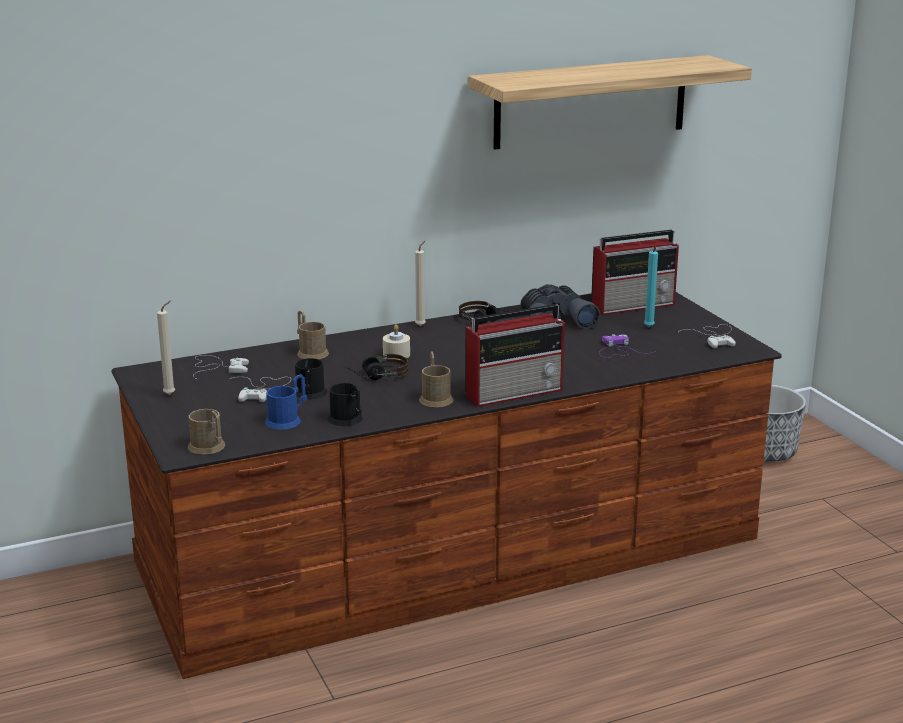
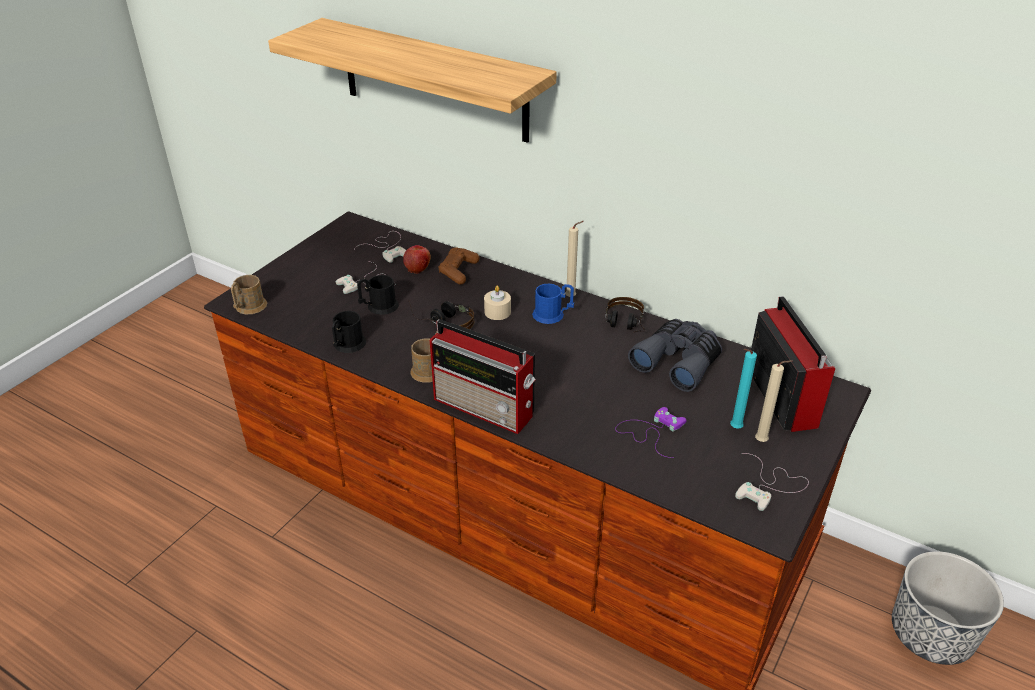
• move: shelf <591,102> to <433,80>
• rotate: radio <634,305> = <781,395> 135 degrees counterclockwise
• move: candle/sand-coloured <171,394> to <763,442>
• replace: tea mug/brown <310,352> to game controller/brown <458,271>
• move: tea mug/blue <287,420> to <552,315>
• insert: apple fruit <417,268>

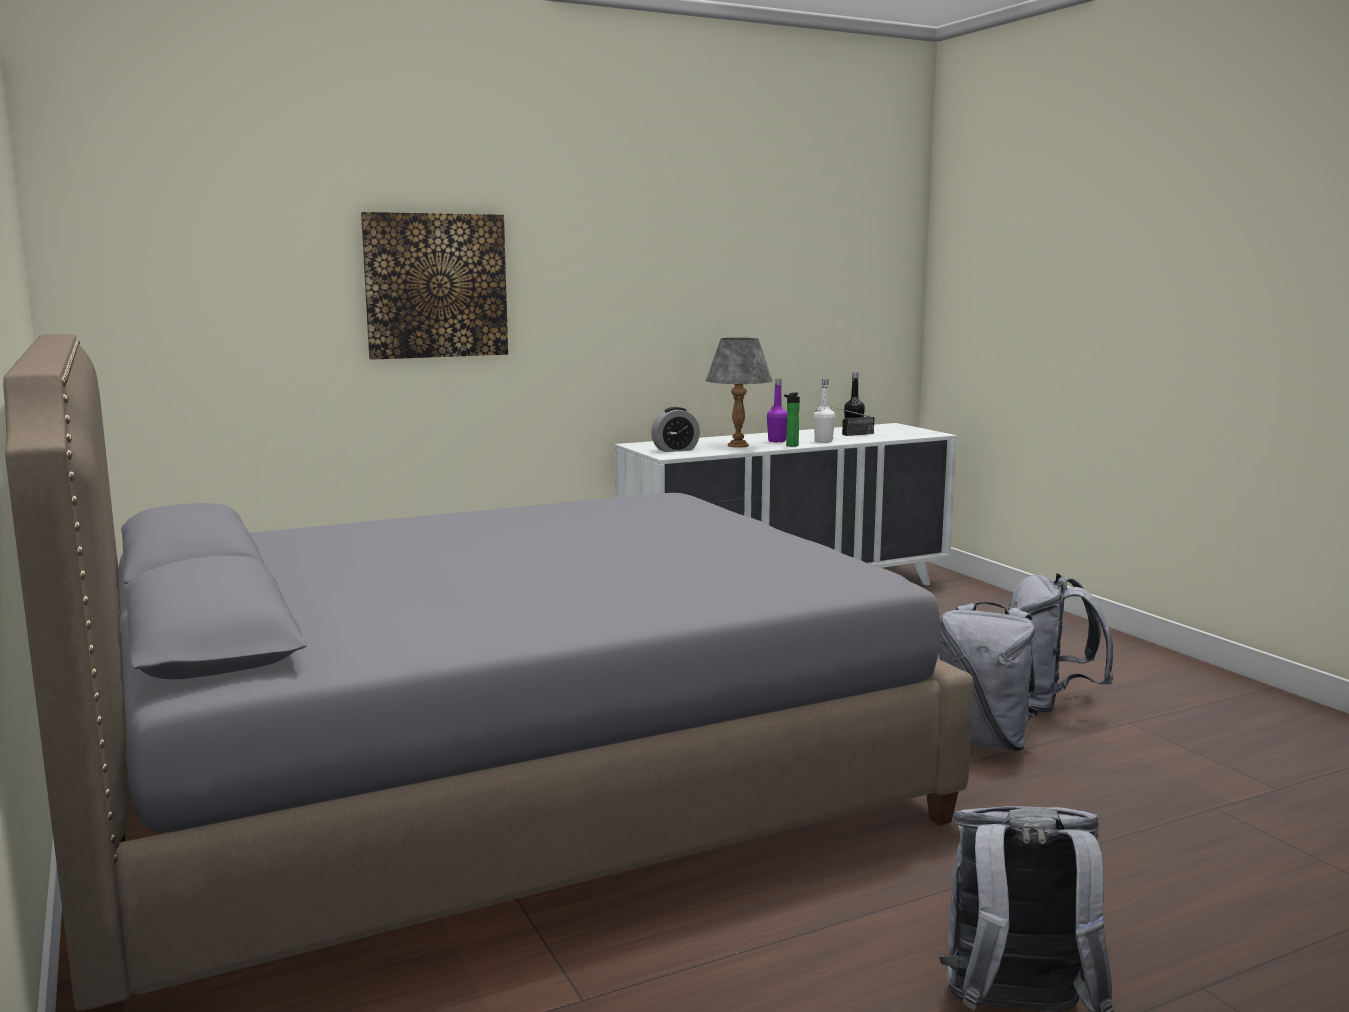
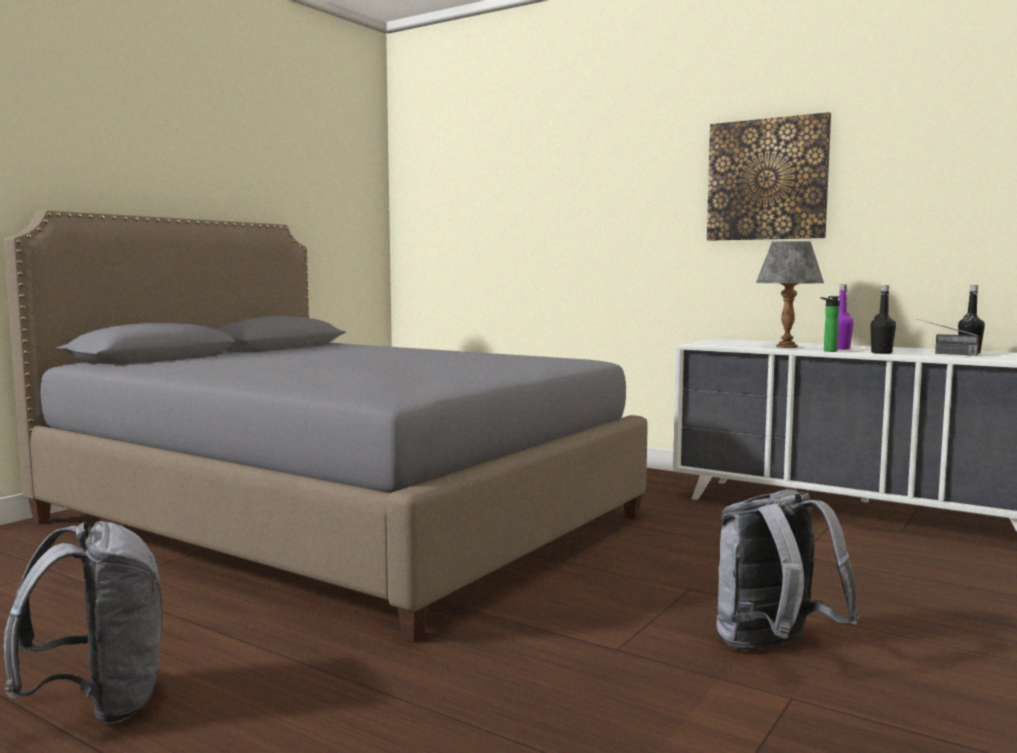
• move: picture <436,285> to <767,179>
• recolor: beverage bottle/white-coloured <823,441> to beverage bottle/black <881,353>
• delete: alarm clock <675,450>
• delete: knapsack/grey <983,741>

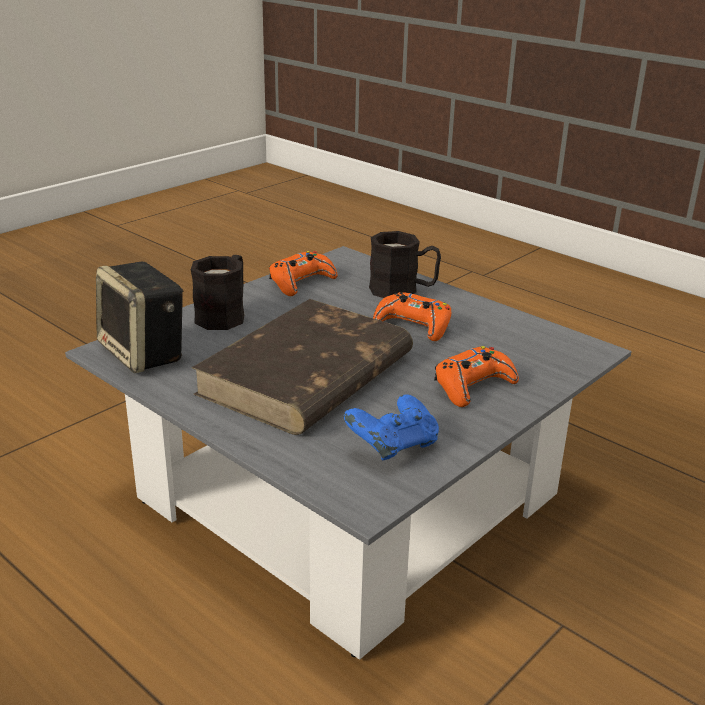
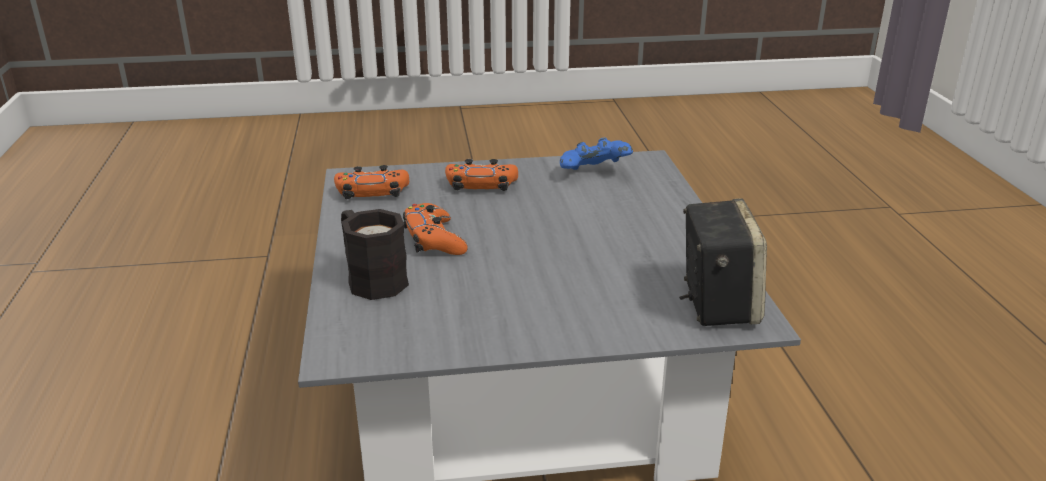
• move: game controller/orangey <301,282> to <372,192>
• delete: tea mug/black <225,314>
• delete: book/brown <306,375>

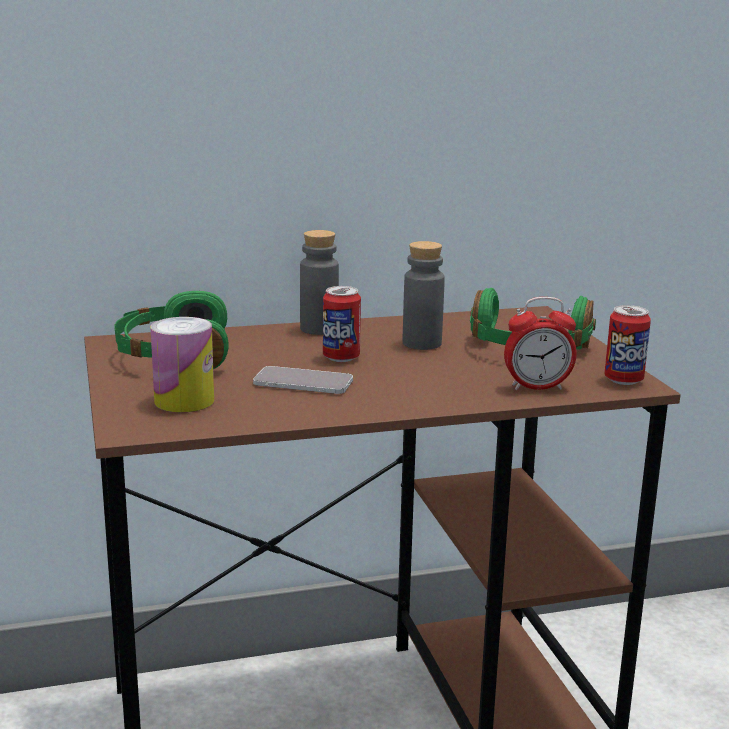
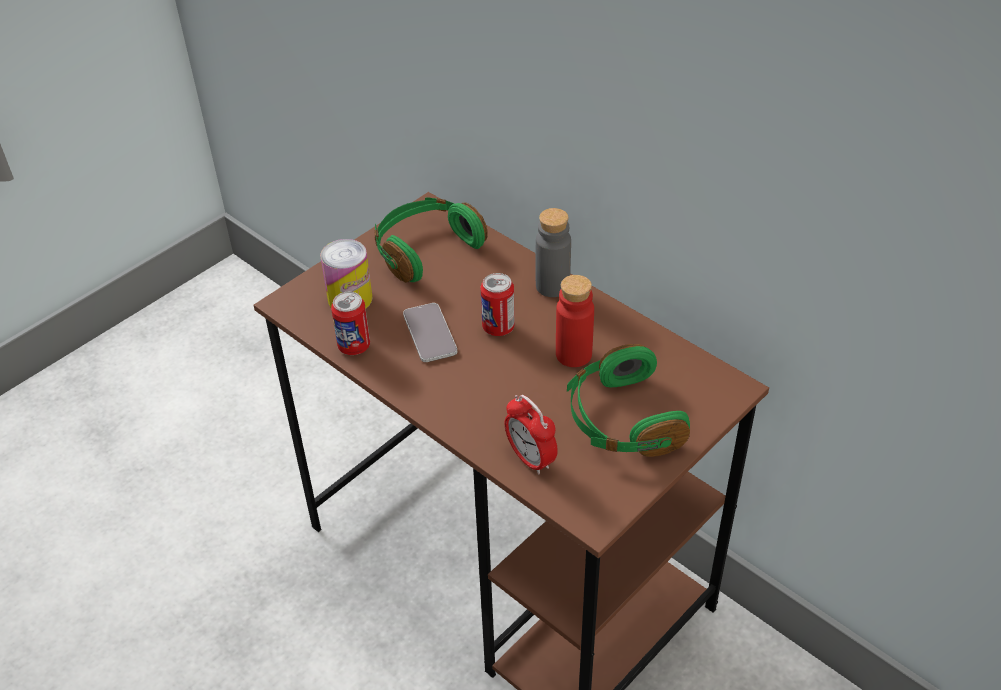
• recolor: beverage bottle/grey <422,343> to beverage bottle/red <573,354>
• move: metal can <623,380> to <354,346>

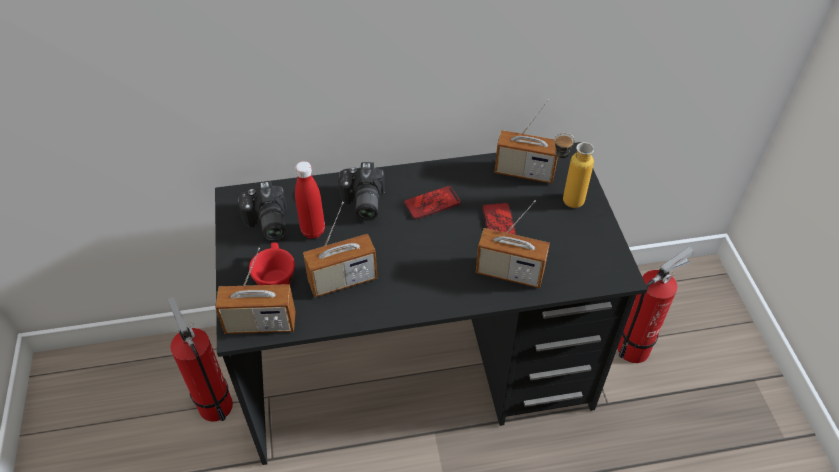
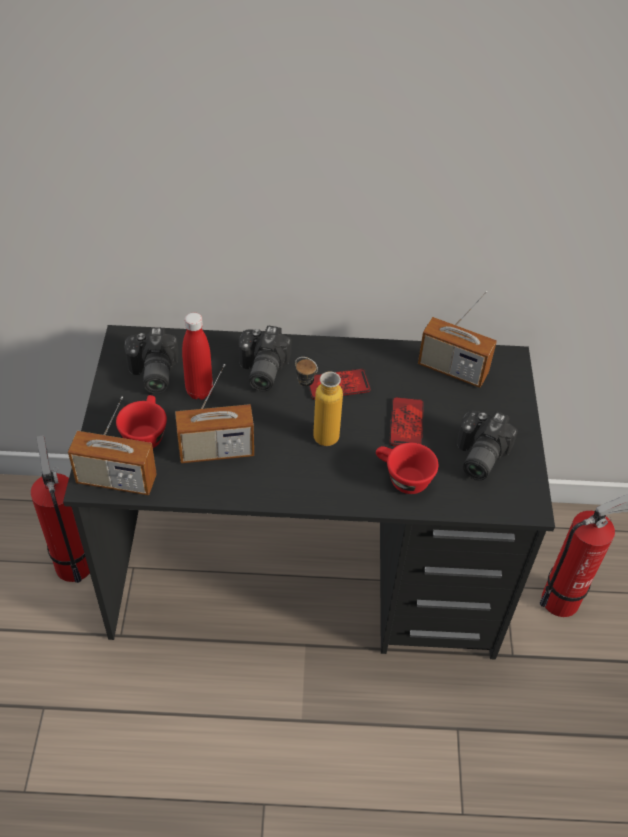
• move: beverage bottle <564,200> to <315,434>
• replace: radio <509,273> to cup/red <402,478>
• insert: photo camera <477,455>

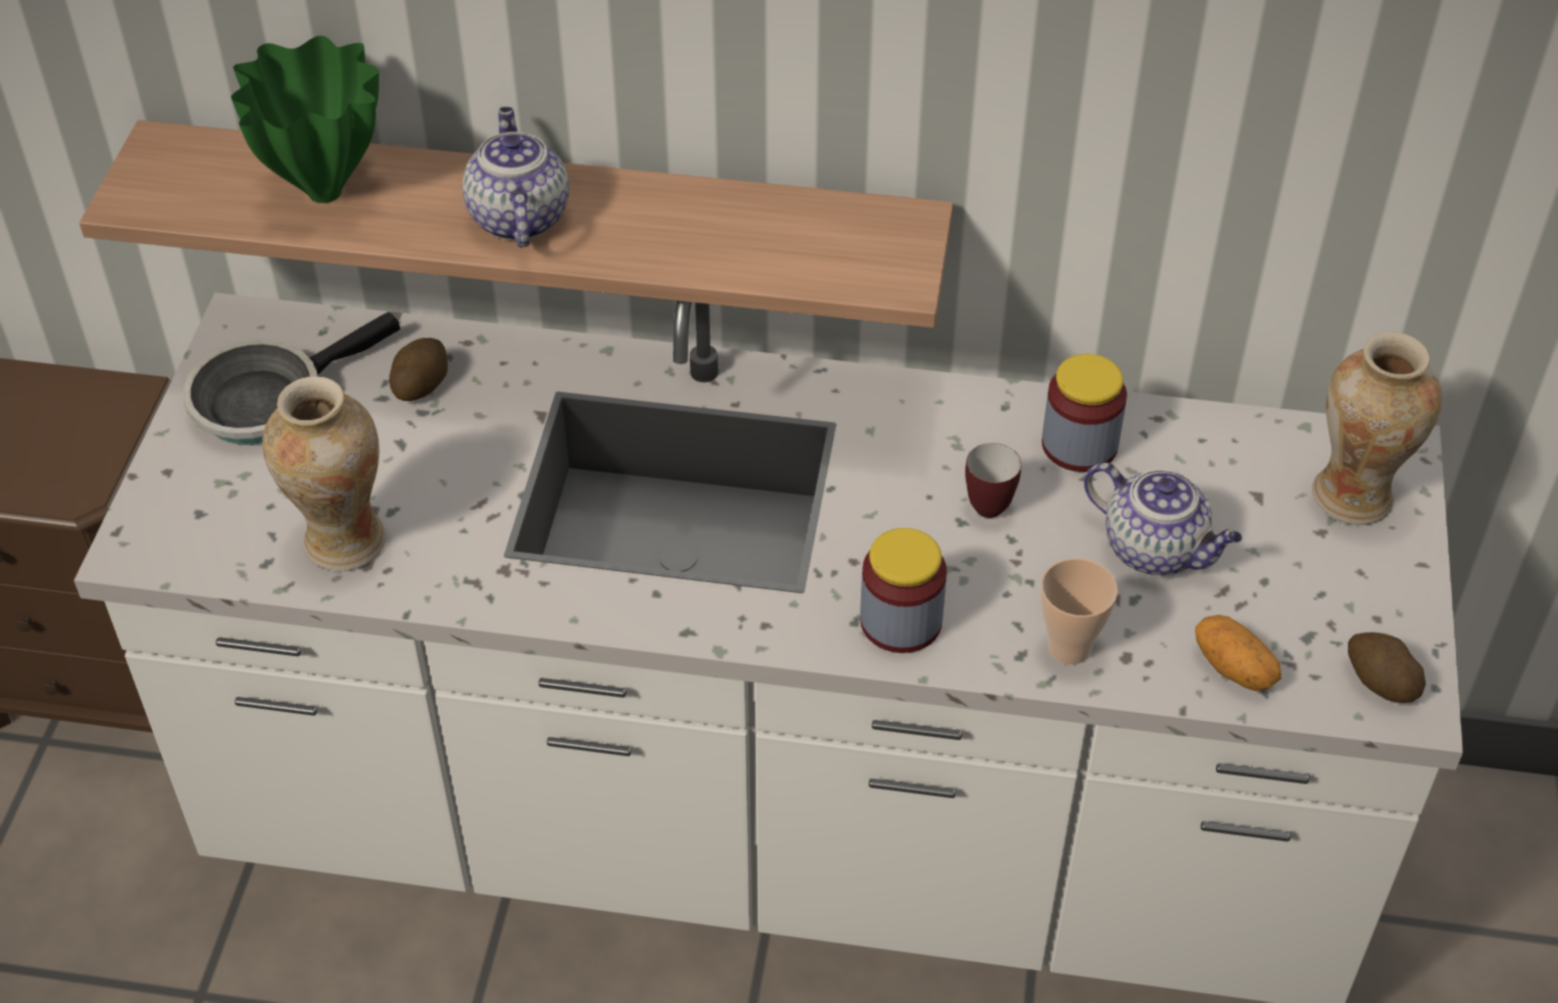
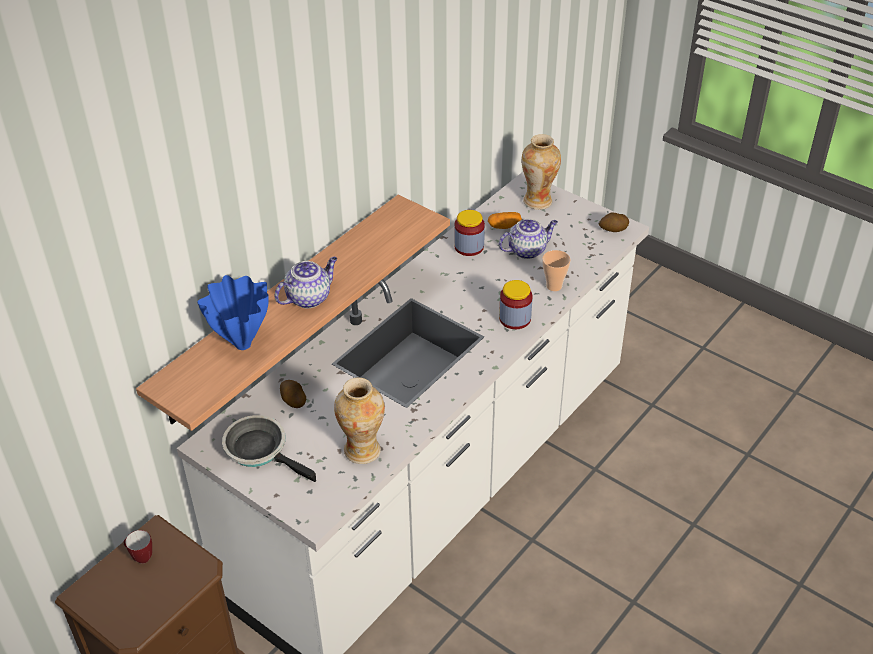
• recolor: vase/green <327,190> to vase/blue <242,343>
• rotate: pot for tea <517,217> = <309,297> 120 degrees clockwise
• rotate: pan <267,399> = <260,450> 135 degrees clockwise
• move: tea mug <986,502> to <140,557>
• move: whole potato <1234,668> to <504,226>

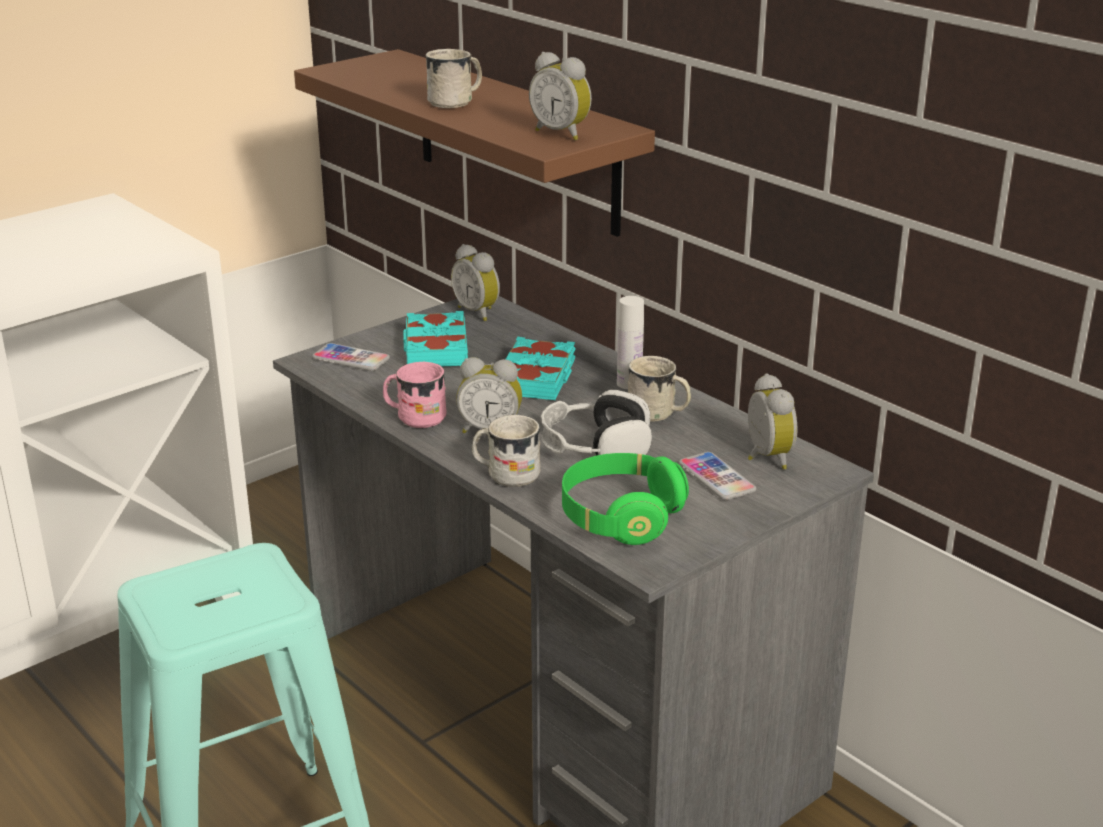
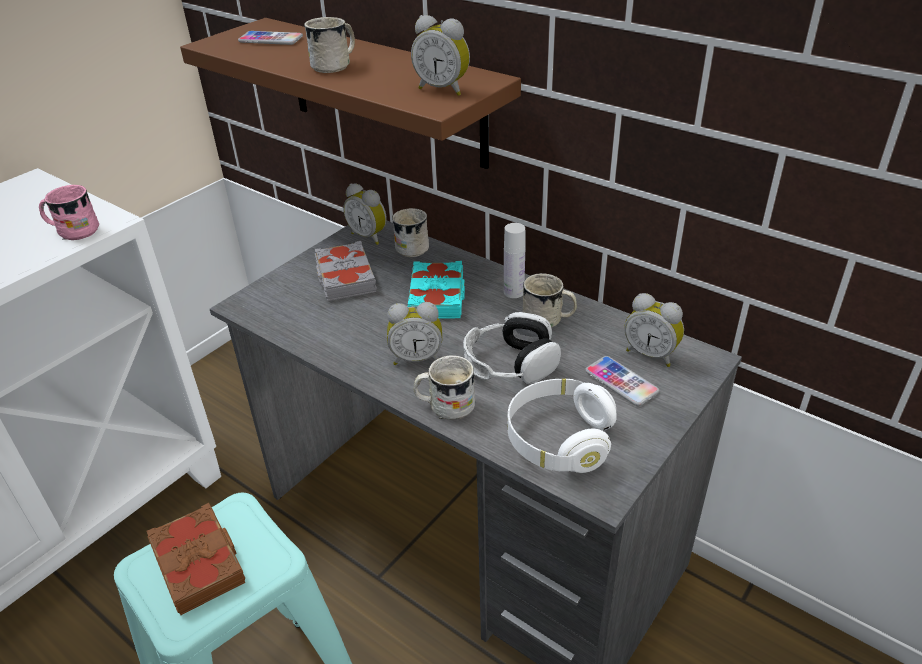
• recolor: book/turquoise <435,348> to book/grey <344,277>
• move: phone <351,359> to <271,39>
• move: tea mug/pink <415,417> to <73,231>
• rotate: alarm clock <765,458> = <651,354> 150 degrees clockwise
• recolor: headphones/green <620,517> to headphones/white-coloured <559,440>
• insert: tea mug/white-coloured <412,246>
• insert: book/brown <199,563>

